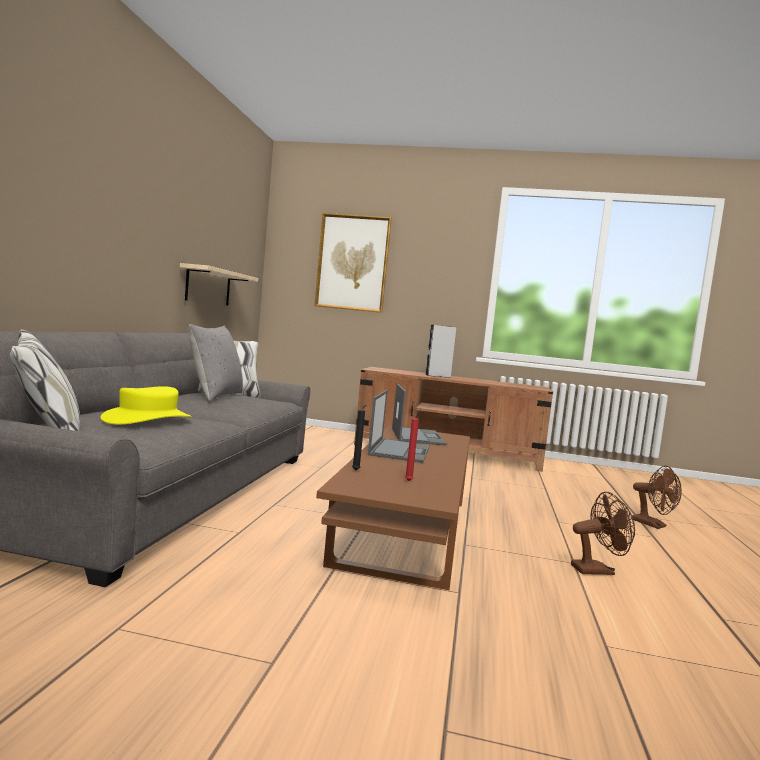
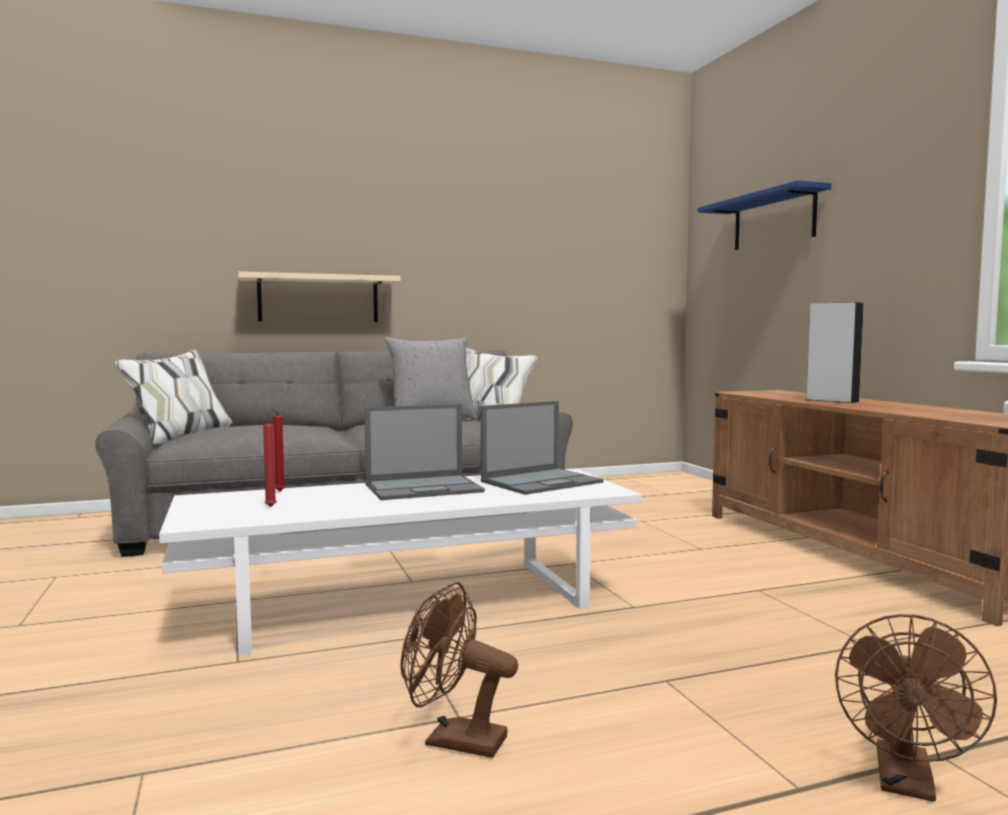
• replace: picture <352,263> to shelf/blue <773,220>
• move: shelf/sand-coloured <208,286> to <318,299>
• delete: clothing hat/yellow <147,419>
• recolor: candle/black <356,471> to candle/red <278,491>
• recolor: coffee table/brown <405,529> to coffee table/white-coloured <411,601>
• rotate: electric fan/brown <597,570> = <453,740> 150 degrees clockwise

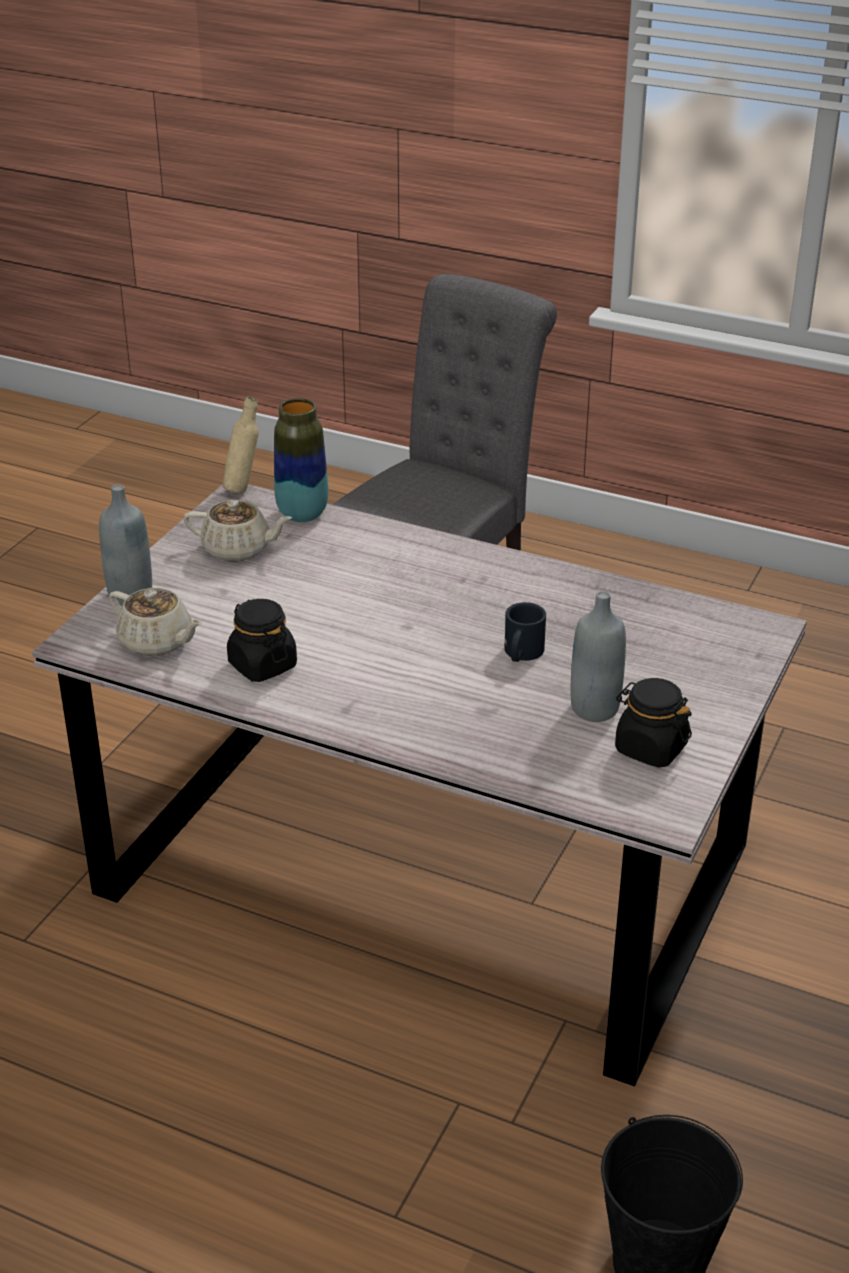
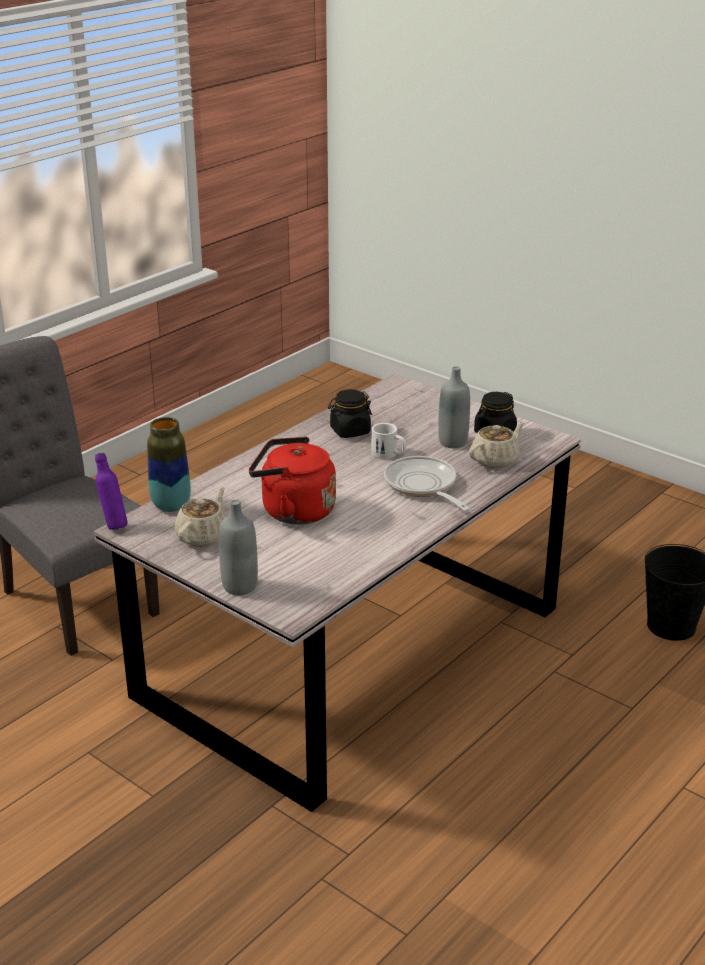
• recolor: beverage bottle/sand-coloured <243,487> to beverage bottle/purple-coloured <113,525>
• move: pot for tea/sand-coloured <157,642> to <495,459>
• move: storage jar/black <262,665> to <350,431>
• recolor: tea mug/black <521,654> to tea mug/white-coloured <389,454>
• insert: water kettle/red <293,511>
• insert: pan <423,486>

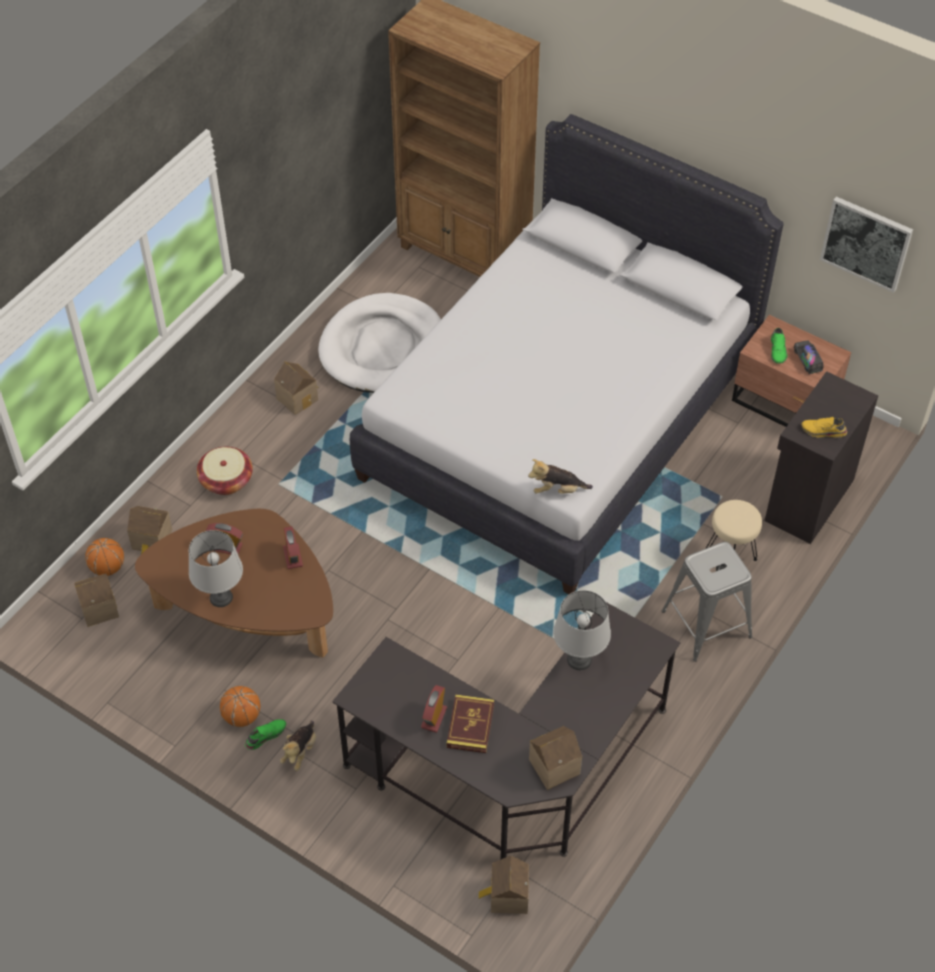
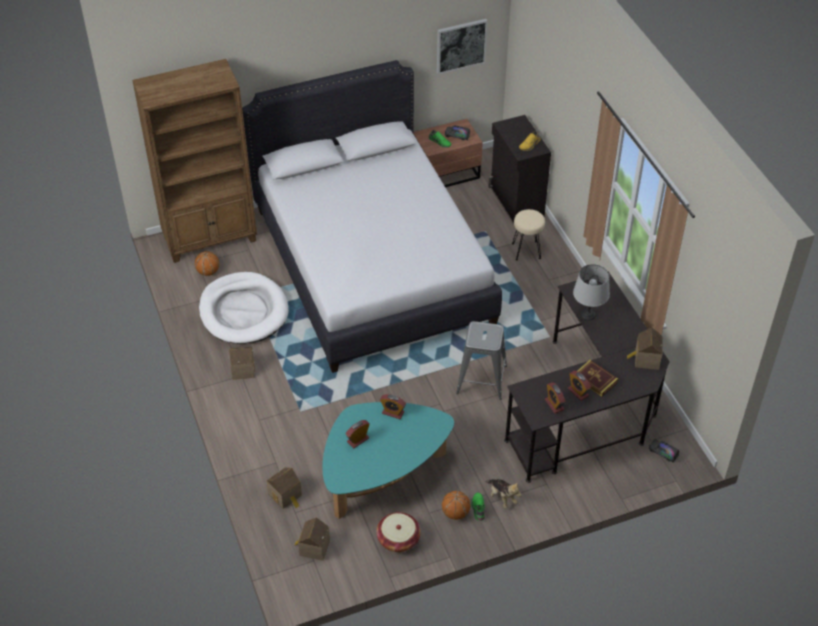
• move: storage basket <226,480> to <398,539>
• delete: soft toy <557,490>
• recolor: coffee table/brown <248,611> to coffee table/turquoise <382,473>
• delete: lamp for a table/grey <221,598>
• move: basketball <107,567> to <208,272>
• move: sitting stool/grey <706,623> to <481,379>
• replace: model house <506,896> to toy truck <663,453>
• insert: alarm clock <554,404>

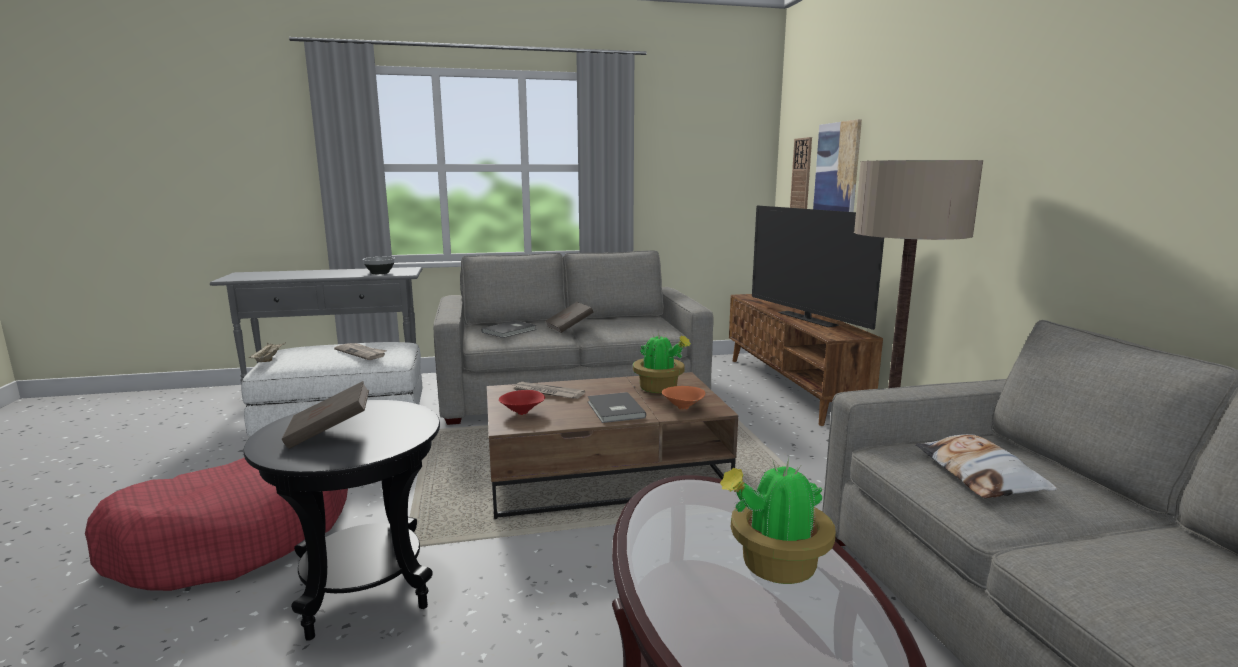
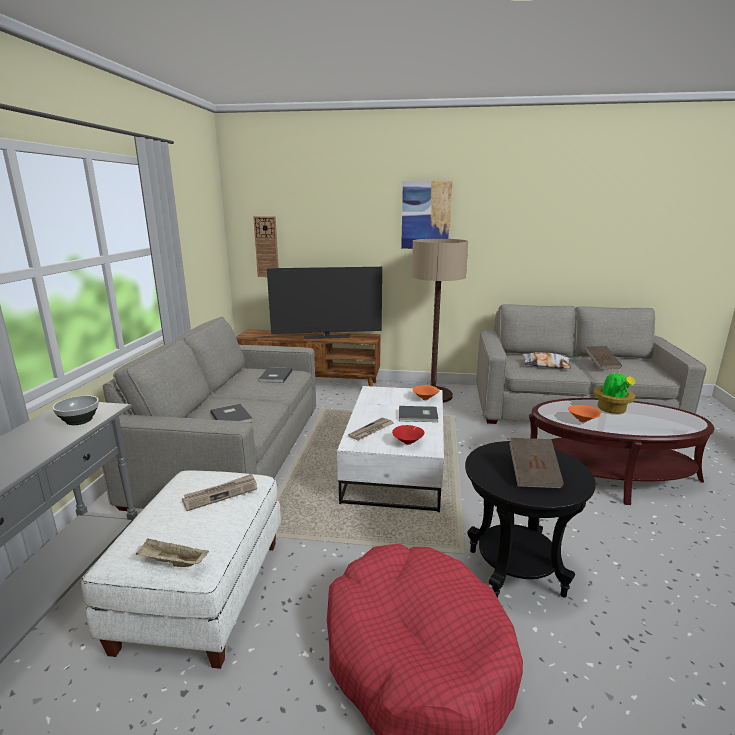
• move: picture <837,172> to <426,215>
• move: book/brown <569,327> to <602,365>
• delete: plant in a pot <660,389>
• recolor: coffee table/brown <606,474> to coffee table/white-coloured <395,464>
• insert: book/grey <274,376>
• insert: serving bowl/orangey <583,421>

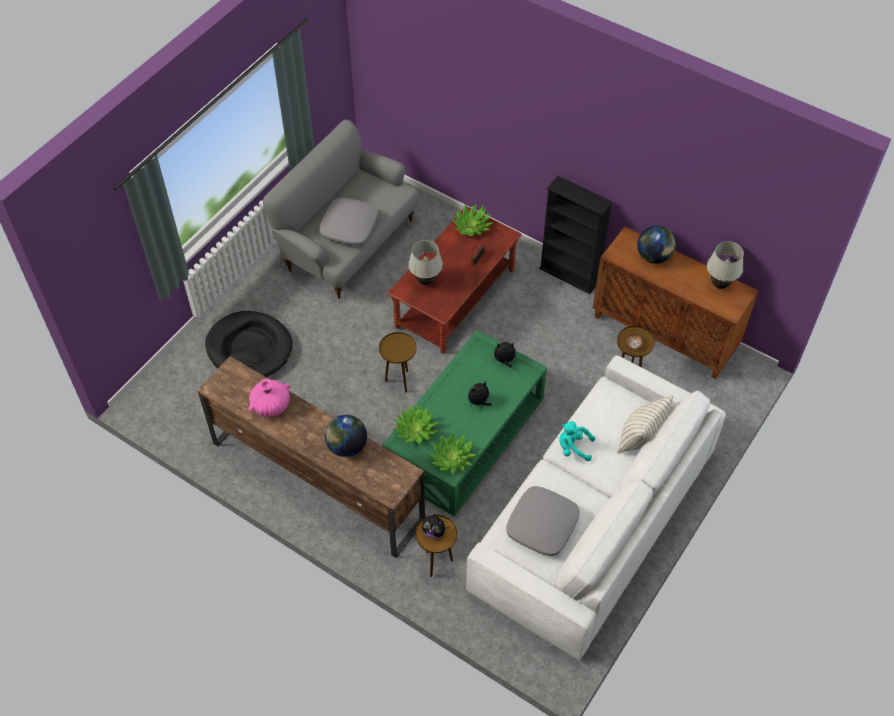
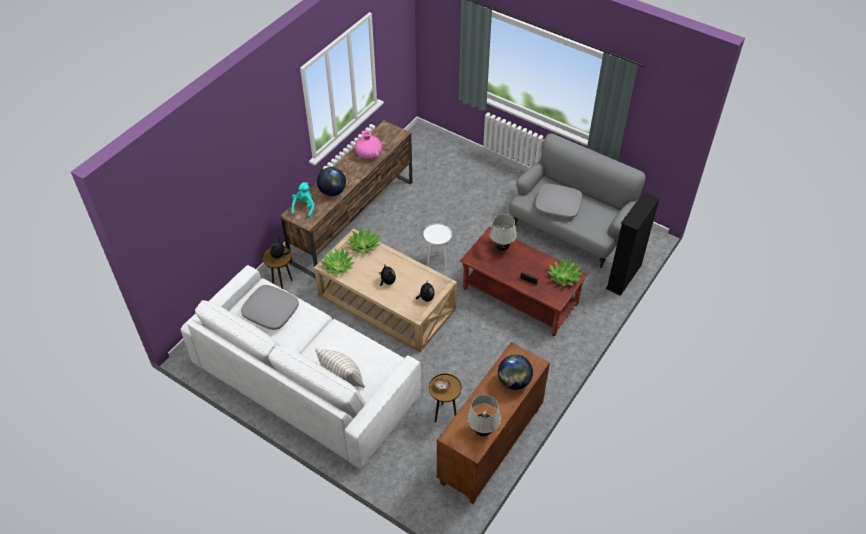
• move: bookcase/black <569,275> to <624,277>
• delete: pet bed/black <249,348>
• recolor: coffee table/green <466,436> to coffee table/sand-coloured <386,302>
• recolor: side table/brown <399,381> to side table/white-coloured <437,263>
• move: soft toy/turquoise <573,448> to <304,207>

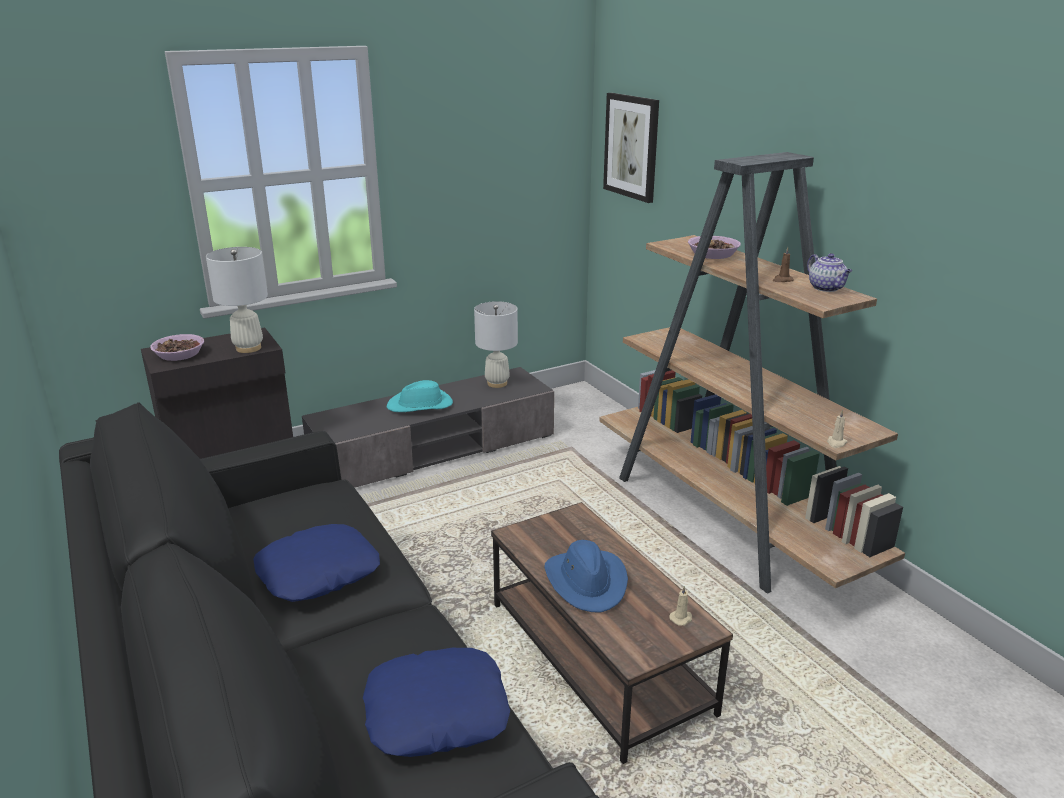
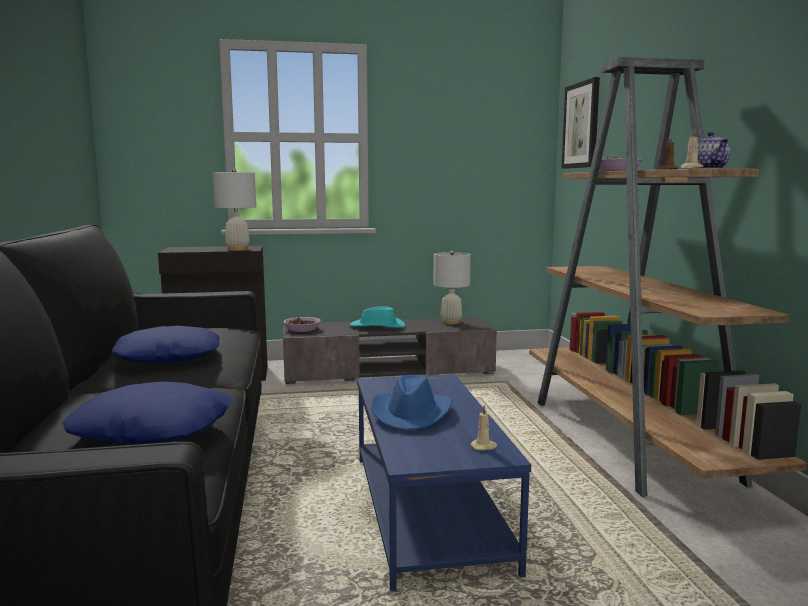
• move: serving bowl <179,355> to <302,329>
• move: candle/sand-coloured <836,443> to <690,168>
• recolor: coffee table/brown <596,656> to coffee table/blue <426,509>

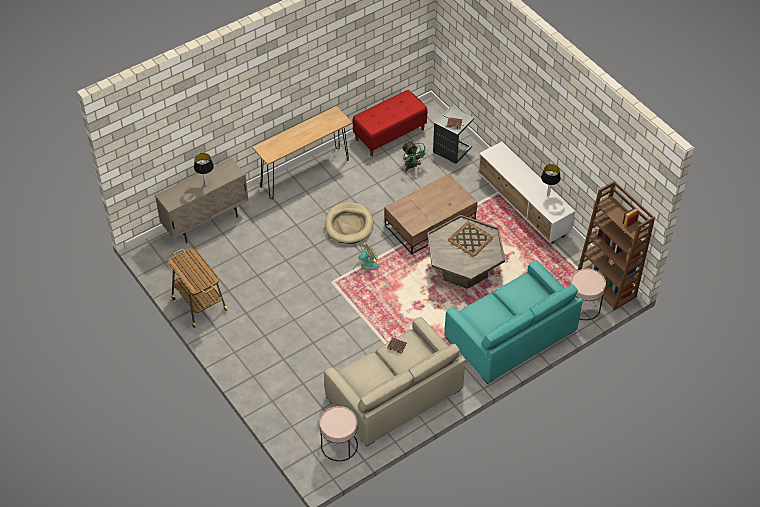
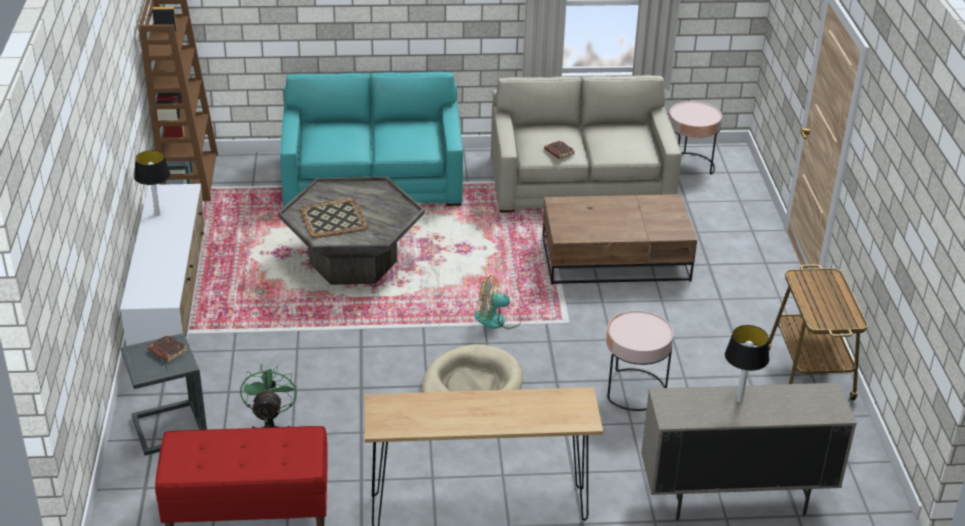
• move: coffee table/brown <429,223> to <616,259>
• move: side table/pink <583,306> to <634,390>

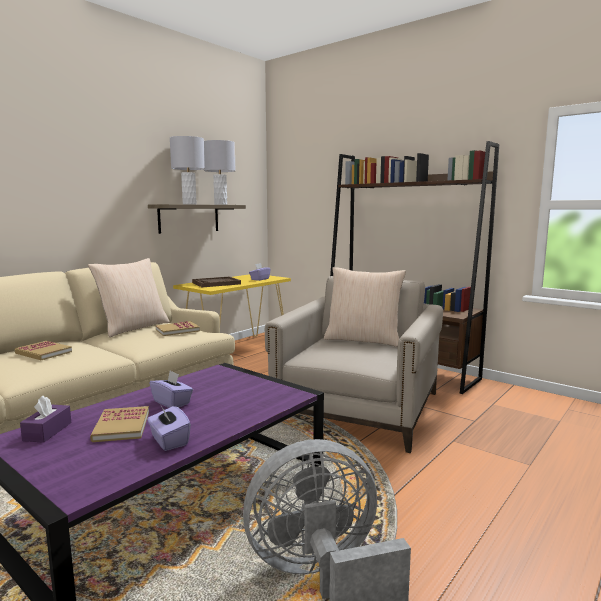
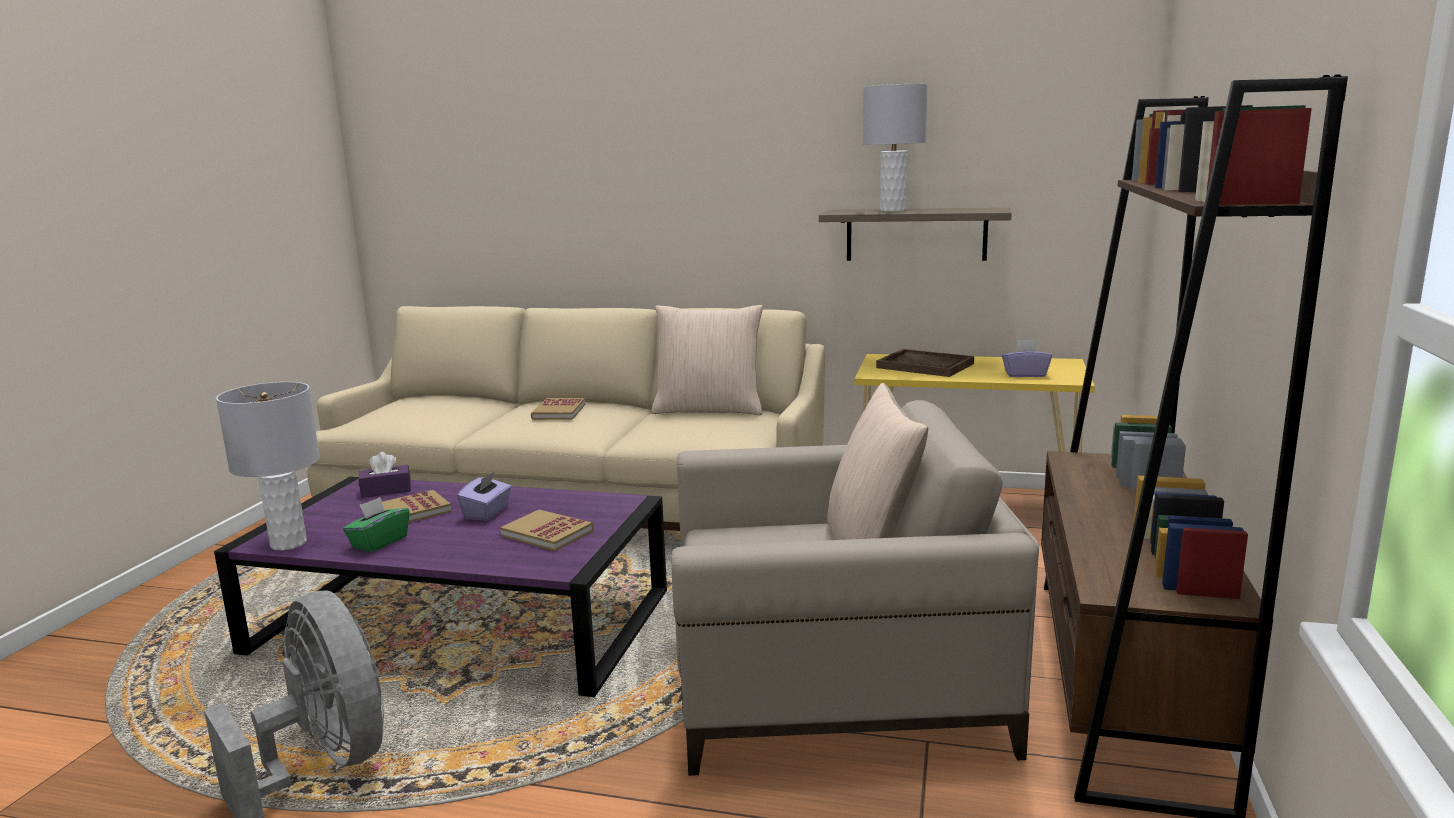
• move: lamp for a table/grey <220,204> to <288,544>
• move: book <177,330> to <547,533>
• recolor: tissue box/purple-coloured <169,441> to tissue box/green <379,542>

